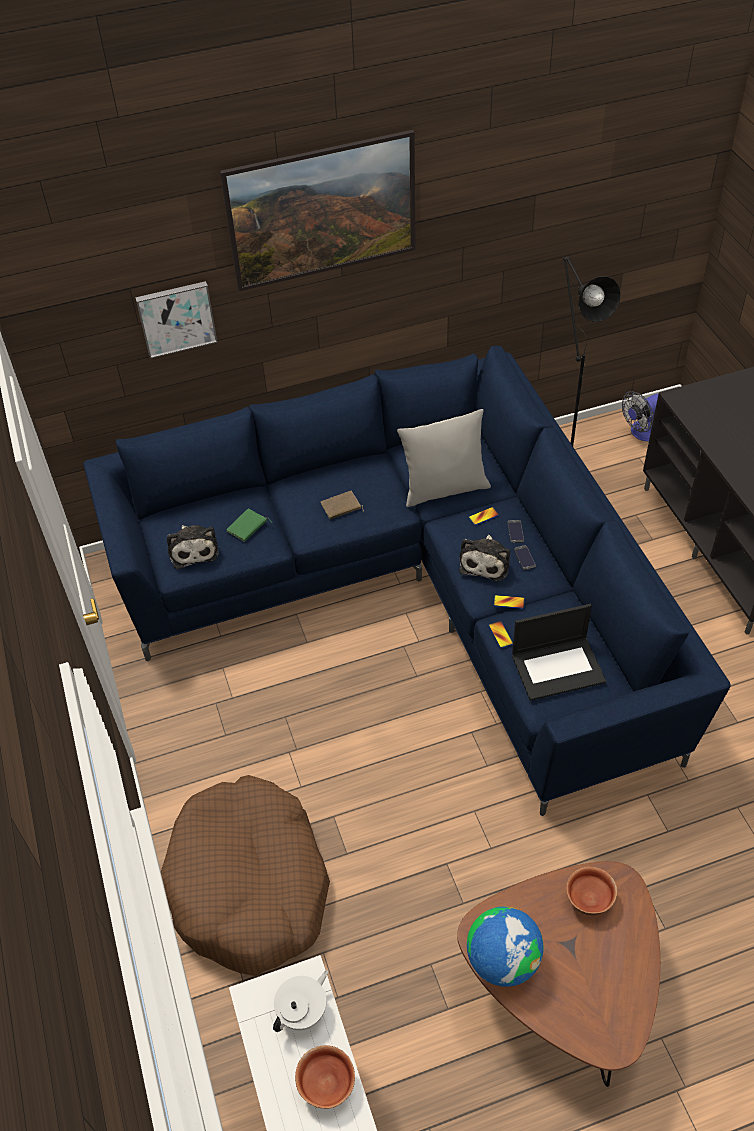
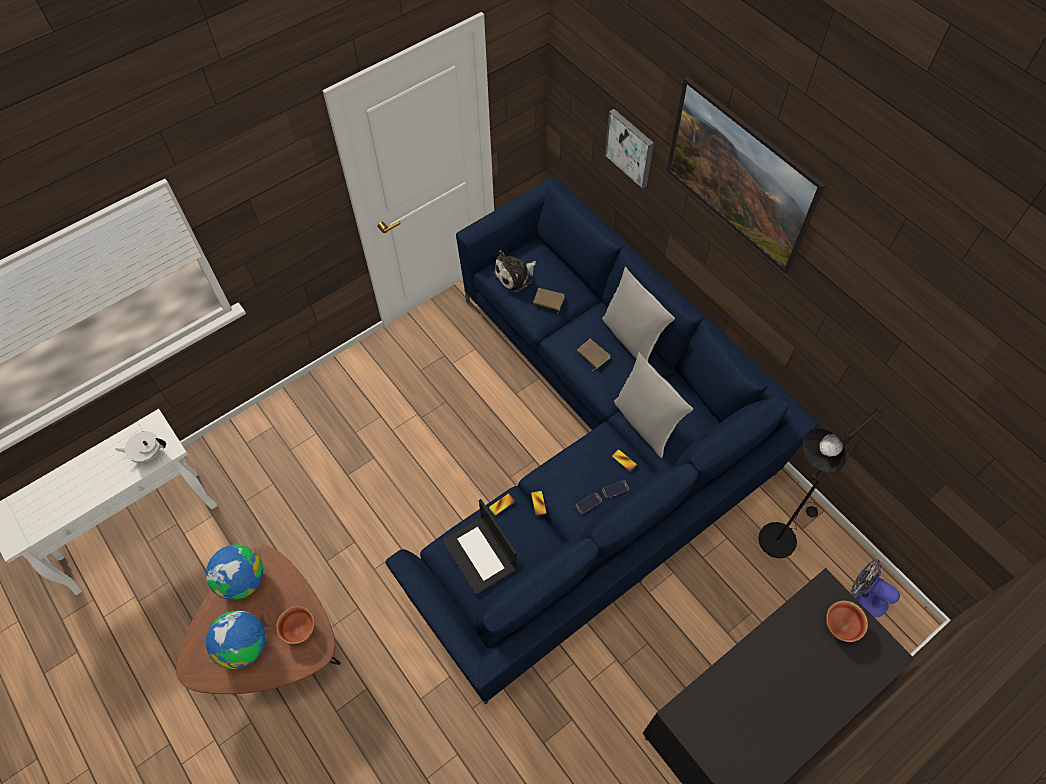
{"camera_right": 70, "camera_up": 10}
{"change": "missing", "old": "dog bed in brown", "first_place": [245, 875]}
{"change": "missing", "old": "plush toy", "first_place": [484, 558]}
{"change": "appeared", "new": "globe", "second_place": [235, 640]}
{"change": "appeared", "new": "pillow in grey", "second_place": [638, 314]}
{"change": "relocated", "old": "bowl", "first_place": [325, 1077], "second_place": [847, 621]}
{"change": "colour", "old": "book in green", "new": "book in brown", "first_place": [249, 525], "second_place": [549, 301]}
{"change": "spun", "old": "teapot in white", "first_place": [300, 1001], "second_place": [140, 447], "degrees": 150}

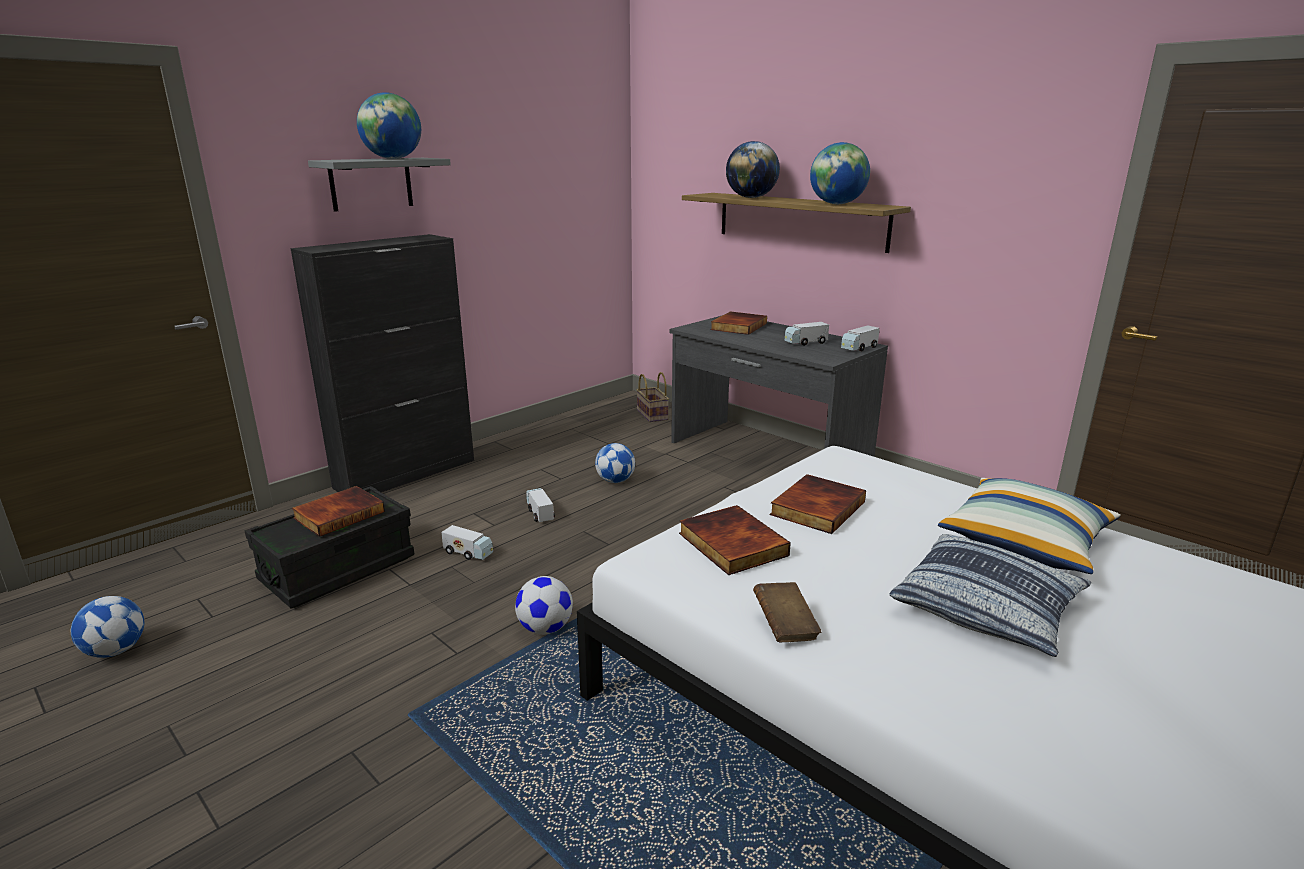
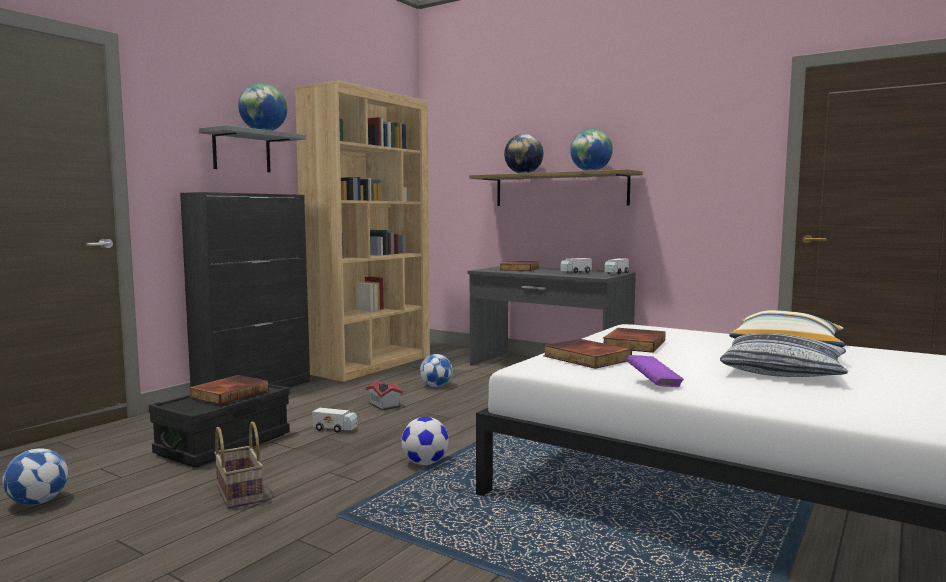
{"camera_right": -10, "camera_up": -15}
{"change": "appeared", "new": "bookcase in brown", "second_place": [362, 231]}
{"change": "relocated", "old": "basket", "first_place": [652, 397], "second_place": [238, 465]}
{"change": "exchanged", "old": "toy truck", "new": "toy house", "first_place": [540, 505], "second_place": [384, 395]}
{"change": "colour", "old": "book in brown", "new": "book in purple", "first_place": [787, 612], "second_place": [655, 371]}

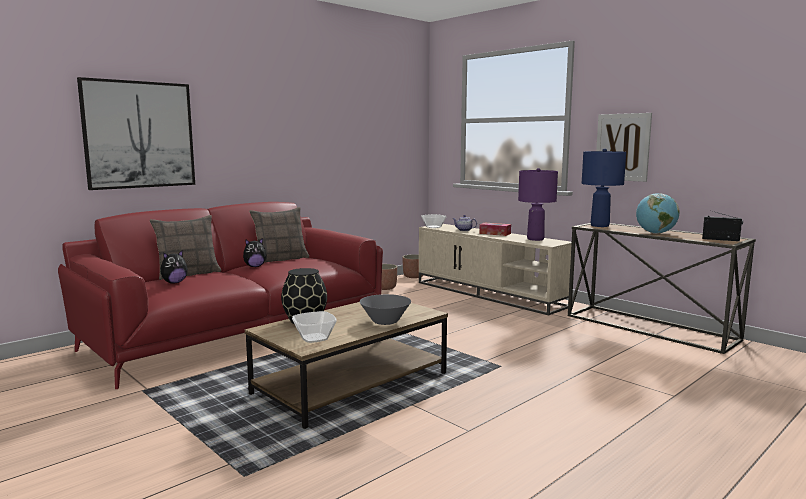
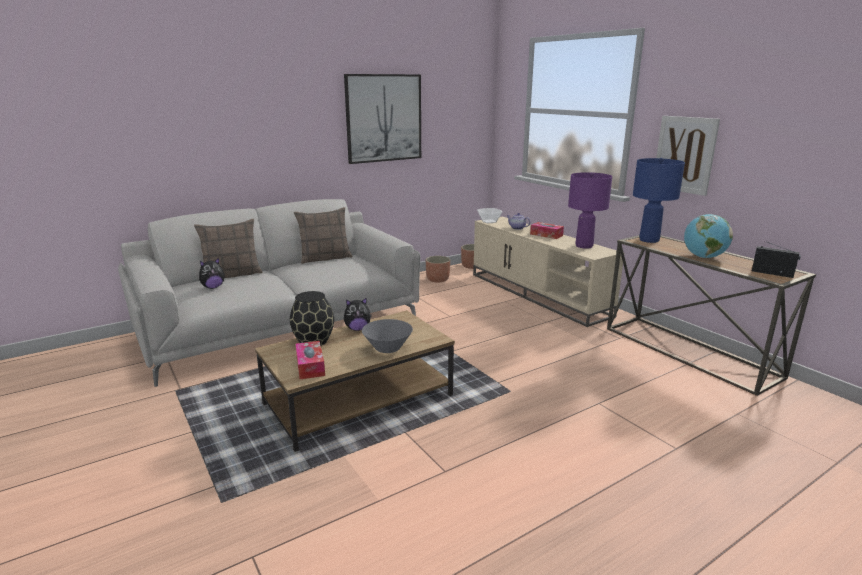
{"camera_right": 10, "camera_up": 10}
{"change": "relocated", "old": "picture", "first_place": [136, 133], "second_place": [382, 119]}
{"change": "relocated", "old": "plush toy", "first_place": [255, 252], "second_place": [358, 314]}
{"change": "exchanged", "old": "bowl", "new": "tissue box", "first_place": [314, 327], "second_place": [310, 360]}
{"change": "colour", "old": "sofa in red", "new": "sofa in grey", "first_place": [220, 295], "second_place": [269, 293]}

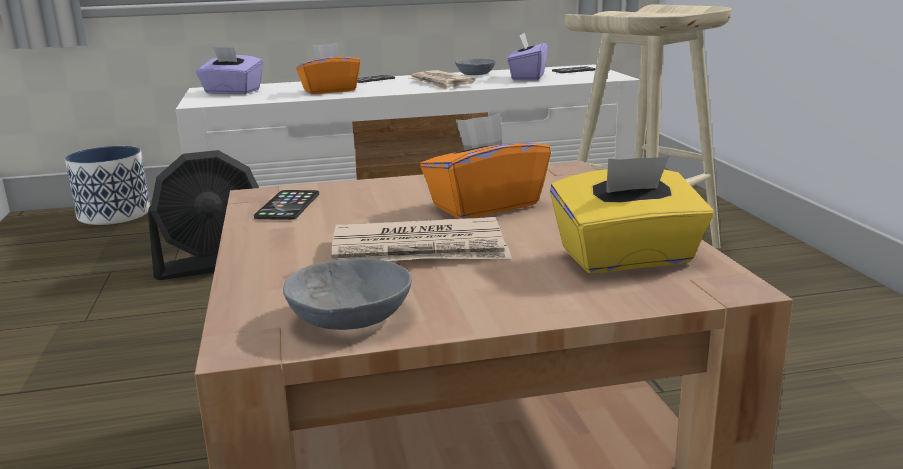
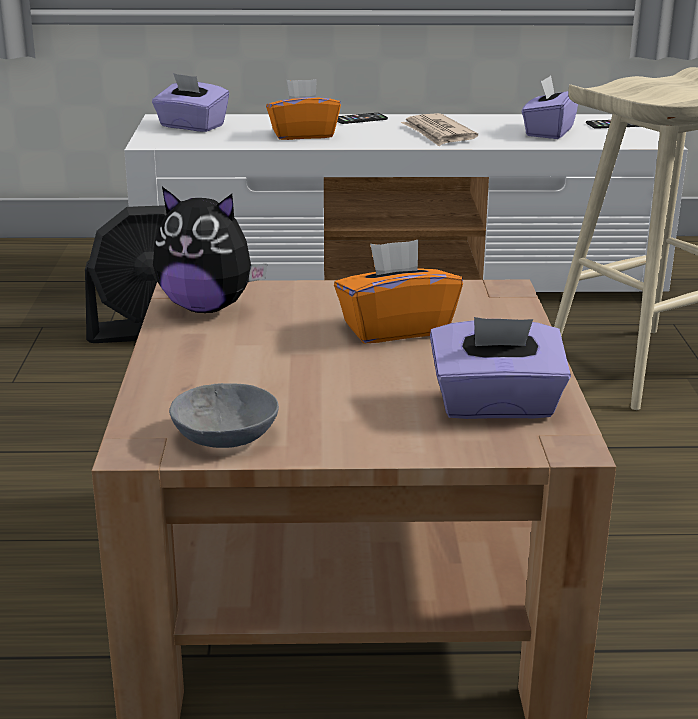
{"camera_right": 10, "camera_up": 5}
{"change": "missing", "old": "planter", "first_place": [107, 185]}
{"change": "missing", "old": "newspaper", "first_place": [421, 239]}
{"change": "missing", "old": "bowl in grey", "first_place": [475, 67]}
{"change": "exchanged", "old": "phone", "new": "plush toy", "first_place": [286, 205], "second_place": [210, 250]}
{"change": "colour", "old": "tissue box in yellow", "new": "tissue box in purple", "first_place": [631, 214], "second_place": [500, 368]}

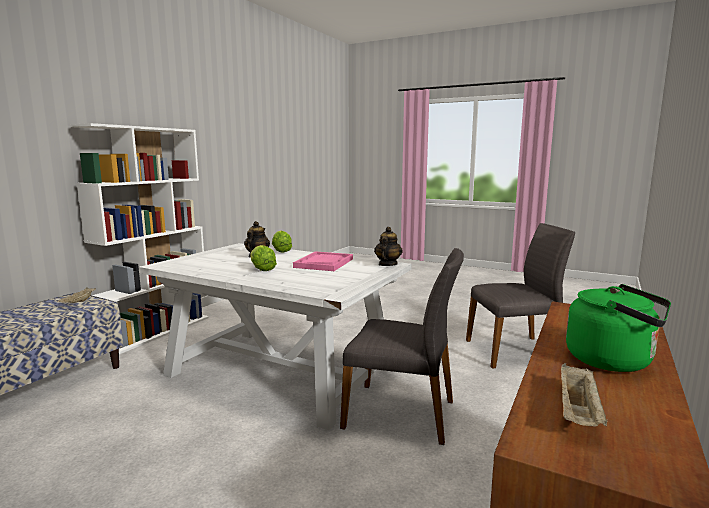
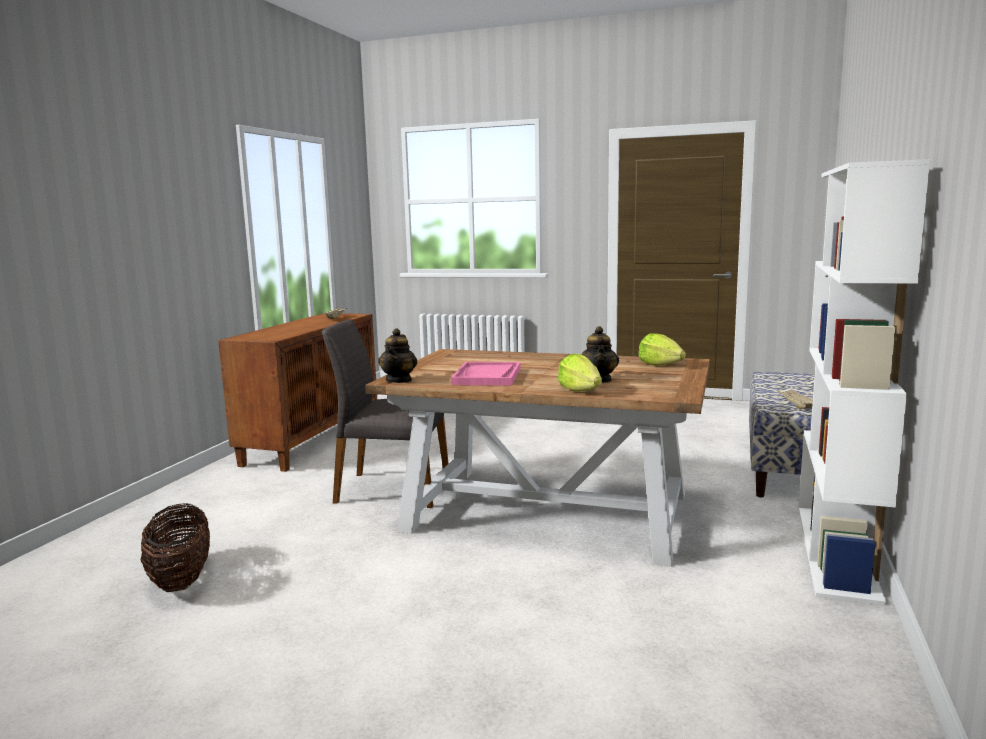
{"camera_right": 170, "camera_up": 0}
{"change": "missing", "old": "kettle in green", "first_place": [618, 328]}
{"change": "relocated", "old": "lettuce", "first_place": [263, 258], "second_place": [662, 349]}
{"change": "exchanged", "old": "chair in grey", "new": "basket", "first_place": [520, 295], "second_place": [175, 547]}
{"change": "colour", "old": "dining table in white", "new": "dining table in brown", "first_place": [275, 336], "second_place": [537, 457]}

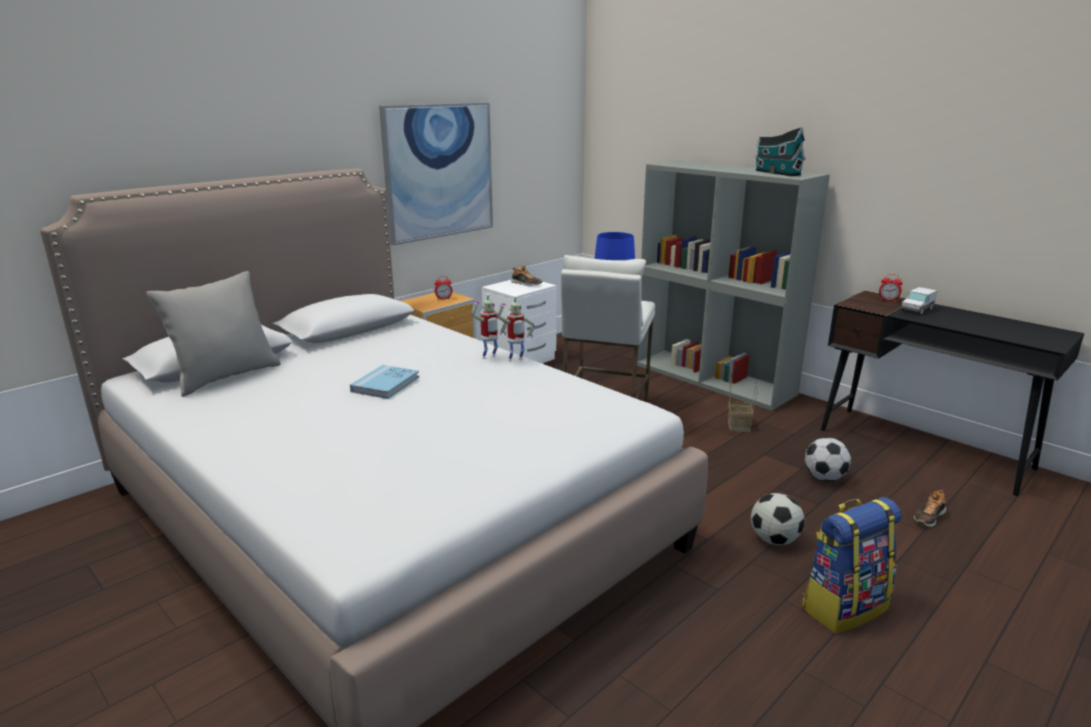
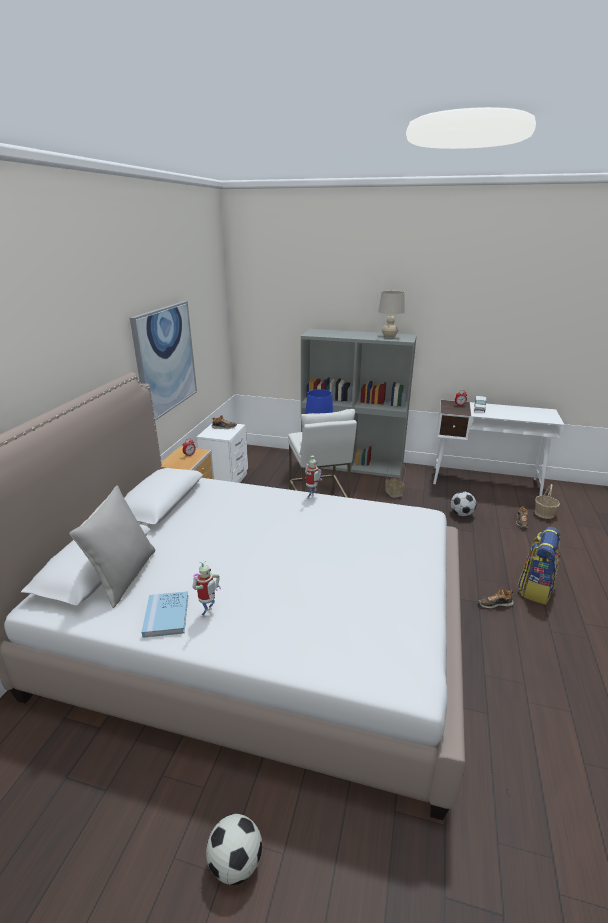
{"camera_right": -30, "camera_up": 5}
{"change": "appeared", "new": "shoe", "second_place": [496, 598]}
{"change": "appeared", "new": "basket", "second_place": [547, 501]}
{"change": "relocated", "old": "book in blue", "first_place": [384, 382], "second_place": [165, 614]}
{"change": "relocated", "old": "toy robot", "first_place": [489, 326], "second_place": [207, 589]}
{"change": "relocated", "old": "football", "first_place": [778, 519], "second_place": [234, 849]}
{"change": "exchanged", "old": "toy house", "new": "table lamp in beige", "first_place": [780, 151], "second_place": [392, 314]}
{"change": "colour", "old": "desk in black", "new": "desk in white", "first_place": [952, 393], "second_place": [499, 448]}

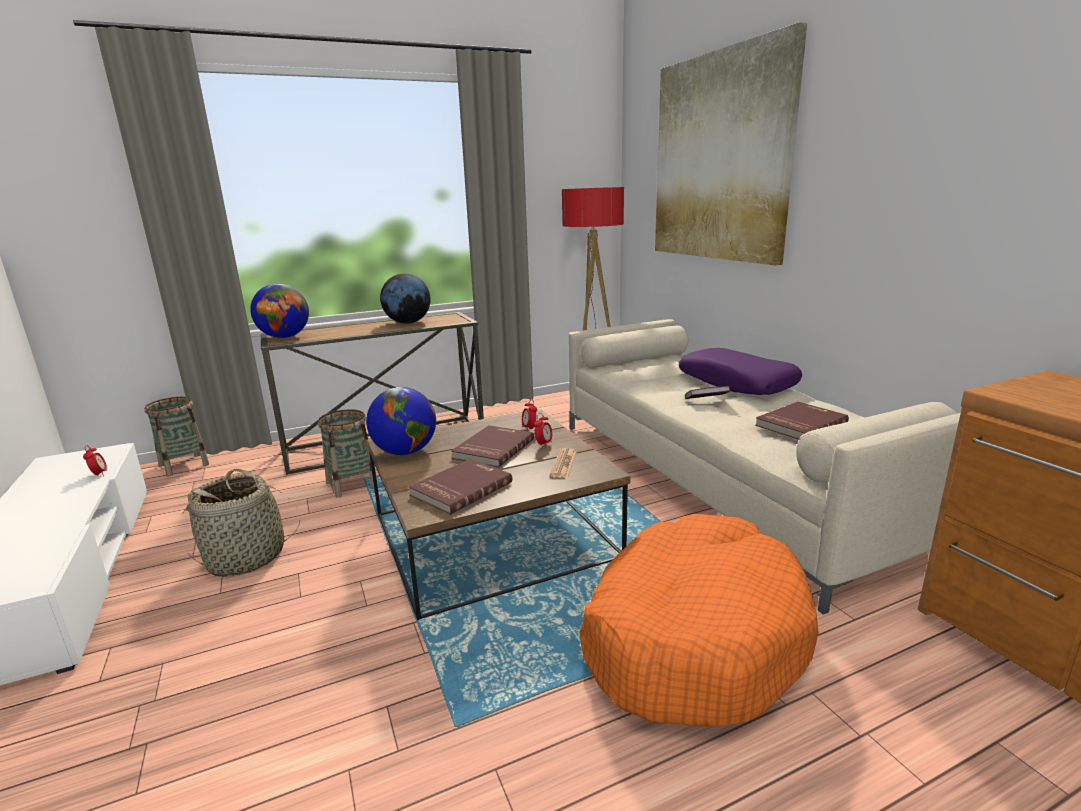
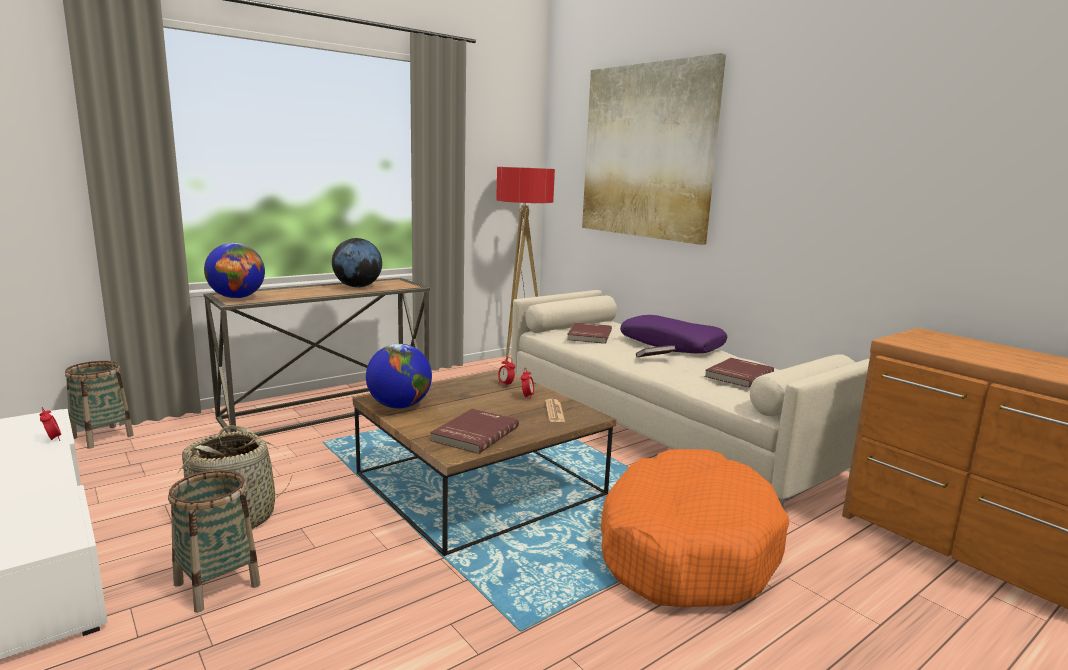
{"camera_right": -15, "camera_up": -5}
{"change": "relocated", "old": "basket", "first_place": [348, 453], "second_place": [214, 541]}
{"change": "relocated", "old": "book in red", "first_place": [492, 446], "second_place": [589, 333]}

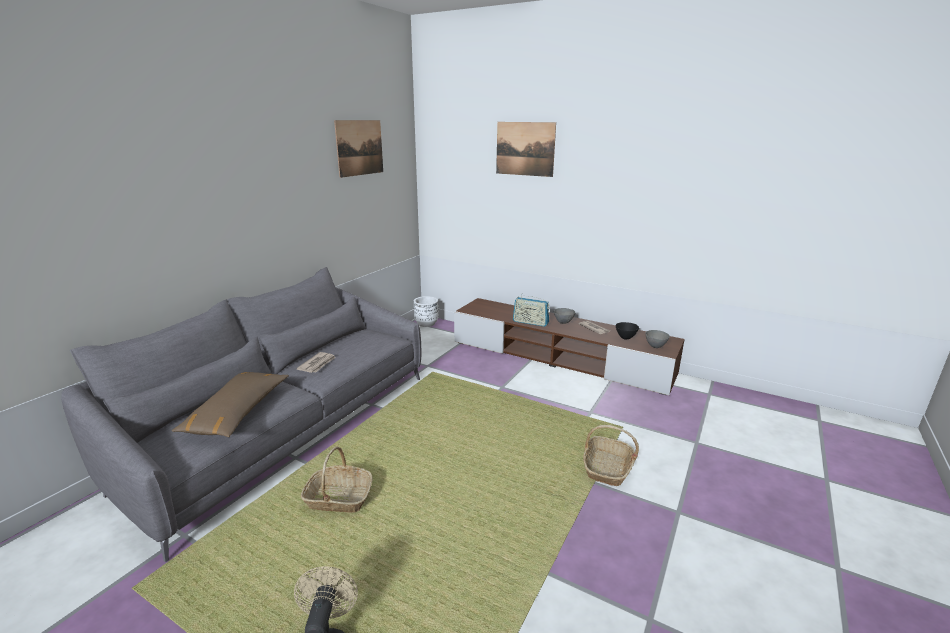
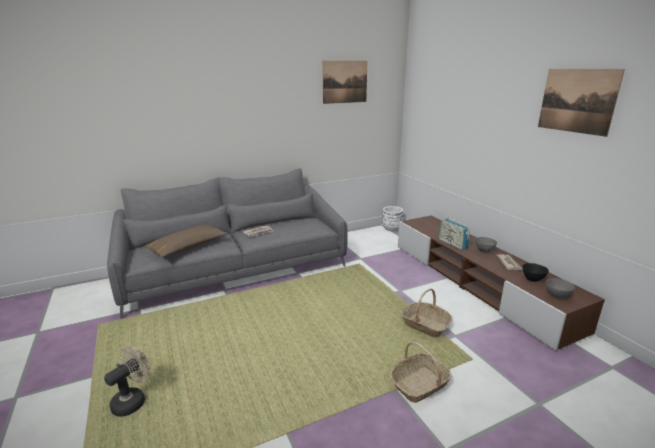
{"camera_right": 35, "camera_up": 0}
{"change": "relocated", "old": "basket", "first_place": [337, 480], "second_place": [426, 313]}
{"change": "relocated", "old": "picture", "first_place": [526, 149], "second_place": [581, 103]}

